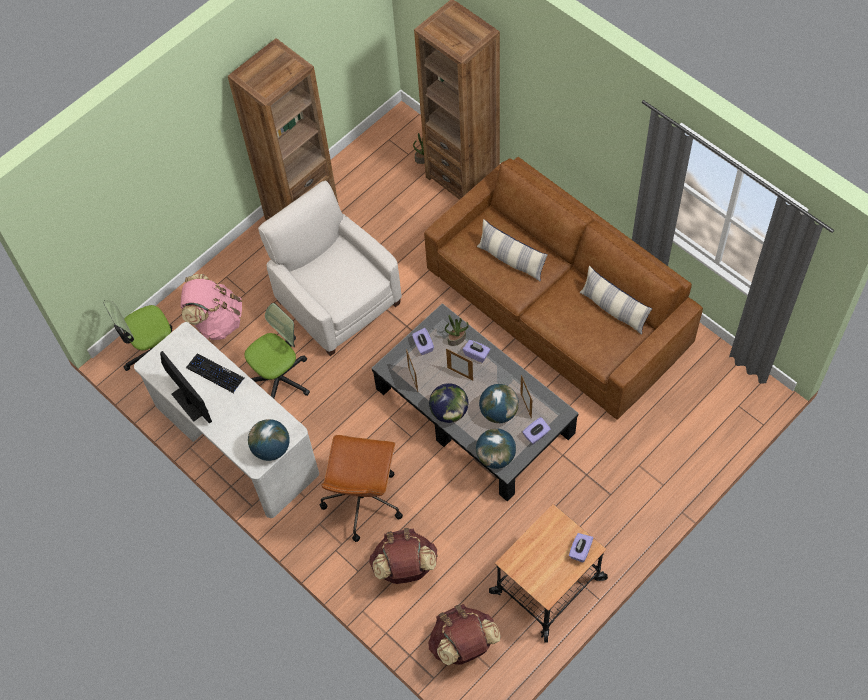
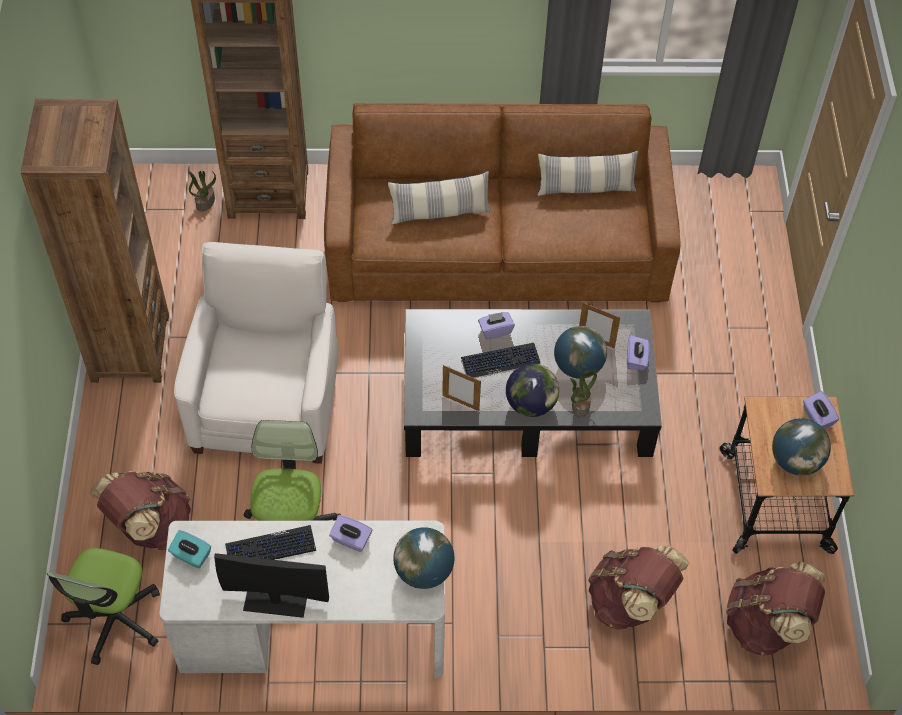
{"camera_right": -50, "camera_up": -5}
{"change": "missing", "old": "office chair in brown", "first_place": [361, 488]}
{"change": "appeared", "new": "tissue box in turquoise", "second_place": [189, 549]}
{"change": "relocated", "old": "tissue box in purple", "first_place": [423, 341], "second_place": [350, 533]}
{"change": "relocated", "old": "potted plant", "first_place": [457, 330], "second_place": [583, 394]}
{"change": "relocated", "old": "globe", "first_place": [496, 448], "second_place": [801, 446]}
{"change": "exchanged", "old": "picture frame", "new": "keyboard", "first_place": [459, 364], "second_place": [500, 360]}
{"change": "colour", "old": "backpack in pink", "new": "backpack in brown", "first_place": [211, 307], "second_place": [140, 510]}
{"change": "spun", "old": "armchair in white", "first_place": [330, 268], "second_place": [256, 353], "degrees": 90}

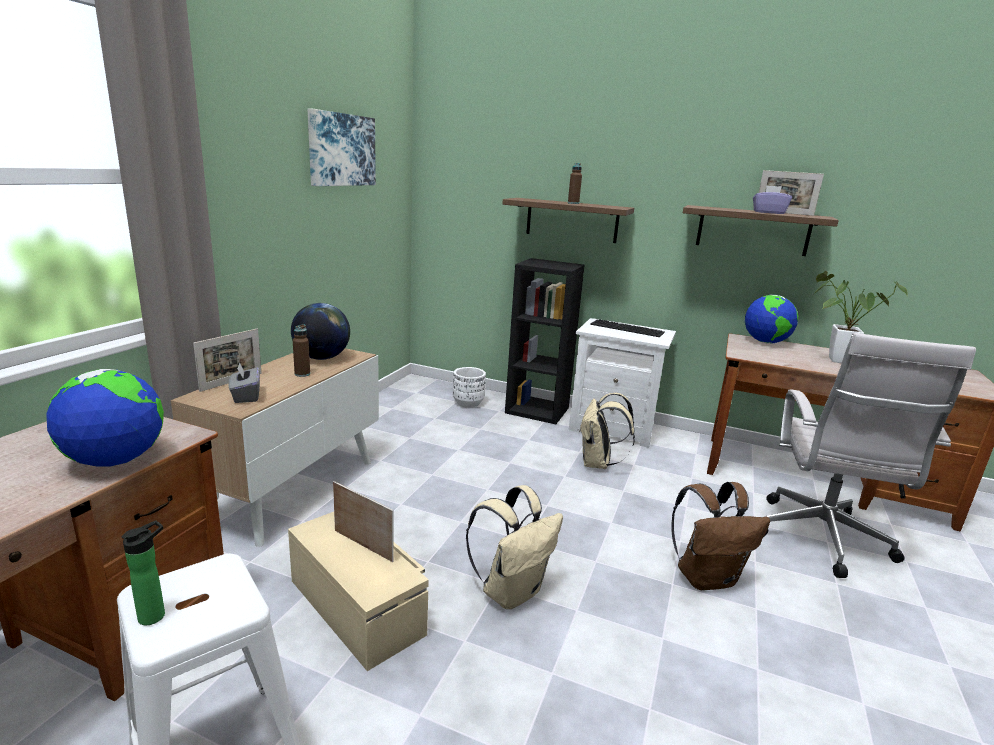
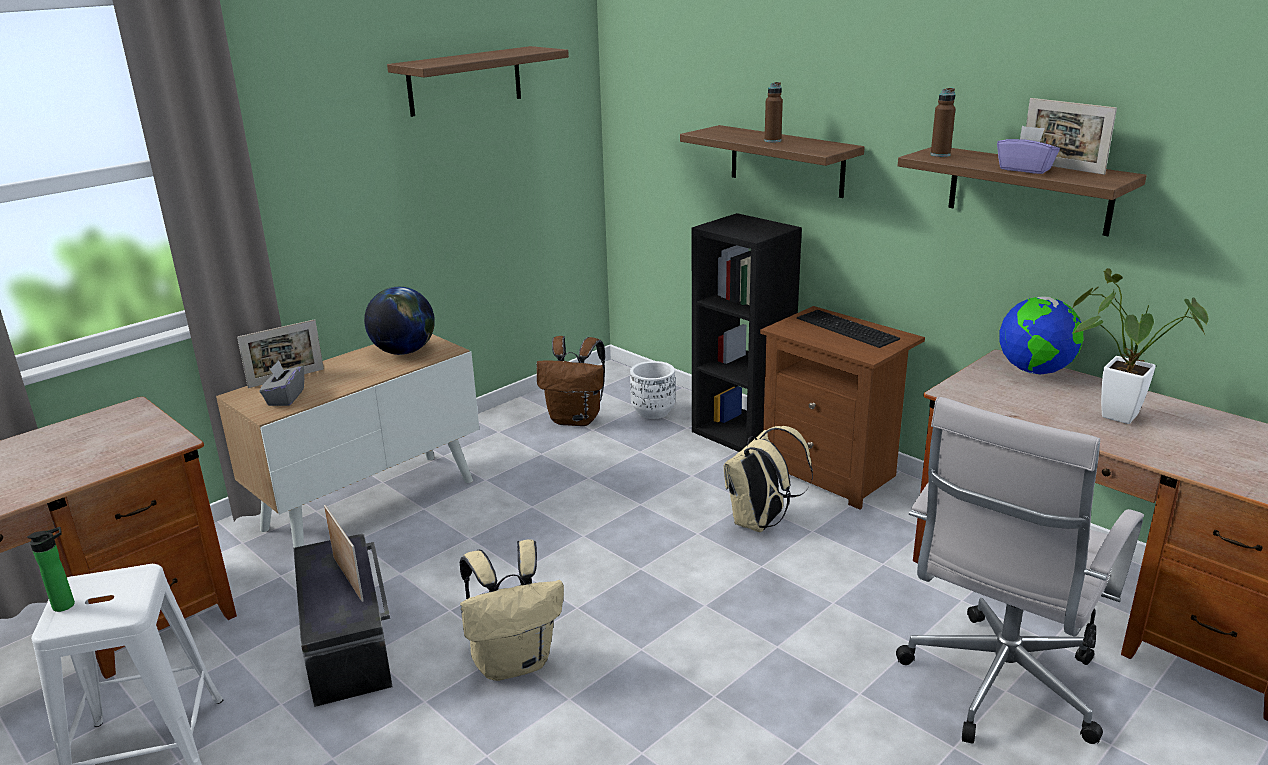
{"camera_right": 25, "camera_up": 5}
{"change": "missing", "old": "globe", "first_place": [105, 418]}
{"change": "relocated", "old": "bottle in brown", "first_place": [301, 351], "second_place": [943, 122]}
{"change": "relocated", "old": "backpack in brown", "first_place": [721, 536], "second_place": [570, 381]}
{"change": "exchanged", "old": "picture", "new": "shelf", "first_place": [342, 147], "second_place": [478, 81]}
{"change": "colour", "old": "storage box in beige", "new": "storage box in black", "first_place": [358, 591], "second_place": [343, 620]}
{"change": "colour", "old": "nightstand in white", "new": "nightstand in brown", "first_place": [622, 383], "second_place": [842, 408]}

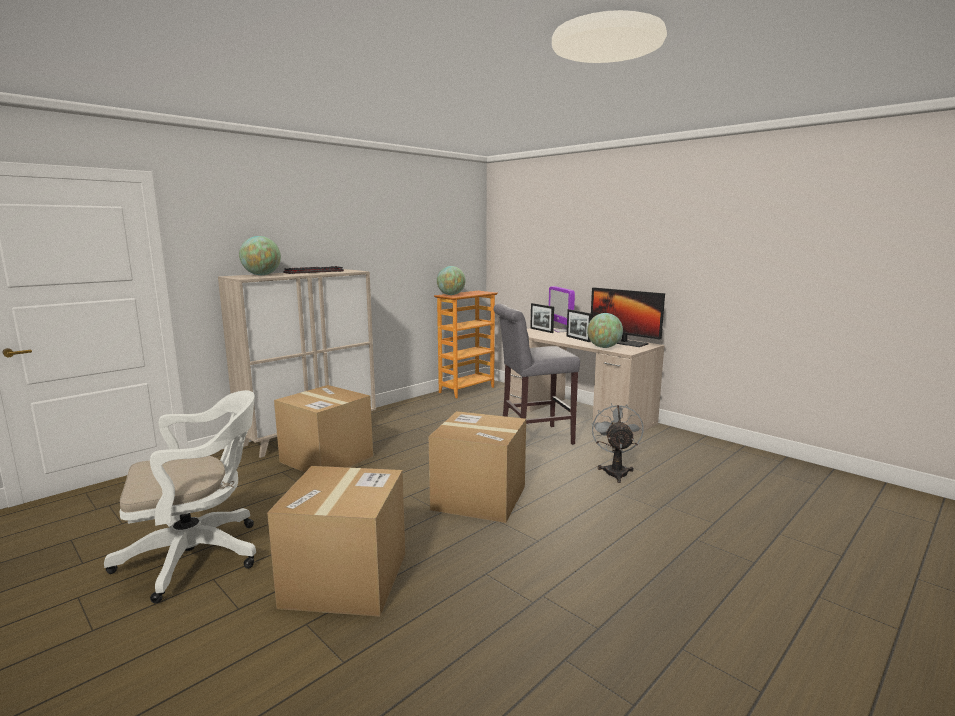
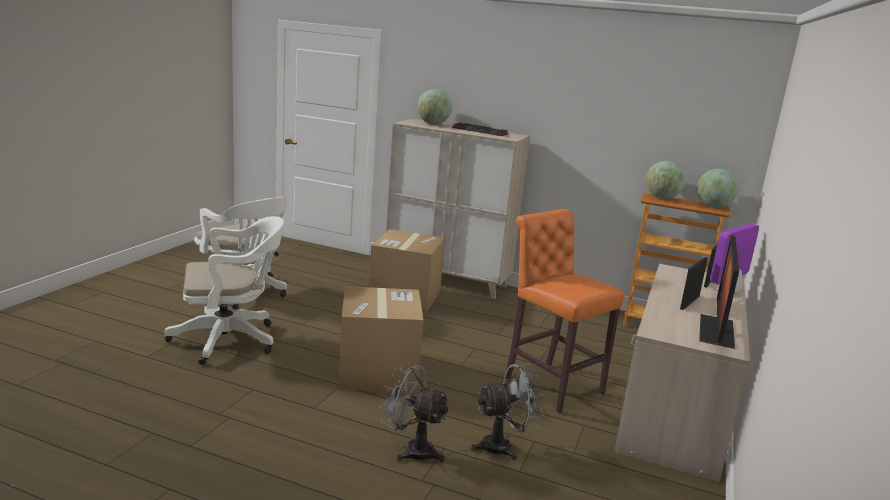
{"camera_right": 65, "camera_up": 5}
{"change": "appeared", "new": "fan in grey", "second_place": [415, 412]}
{"change": "relocated", "old": "globe", "first_place": [605, 330], "second_place": [718, 188]}
{"change": "exchanged", "old": "cardboard box", "new": "office chair in white", "first_place": [336, 541], "second_place": [224, 290]}
{"change": "colour", "old": "stool in grey", "new": "stool in orange", "first_place": [537, 374], "second_place": [565, 311]}

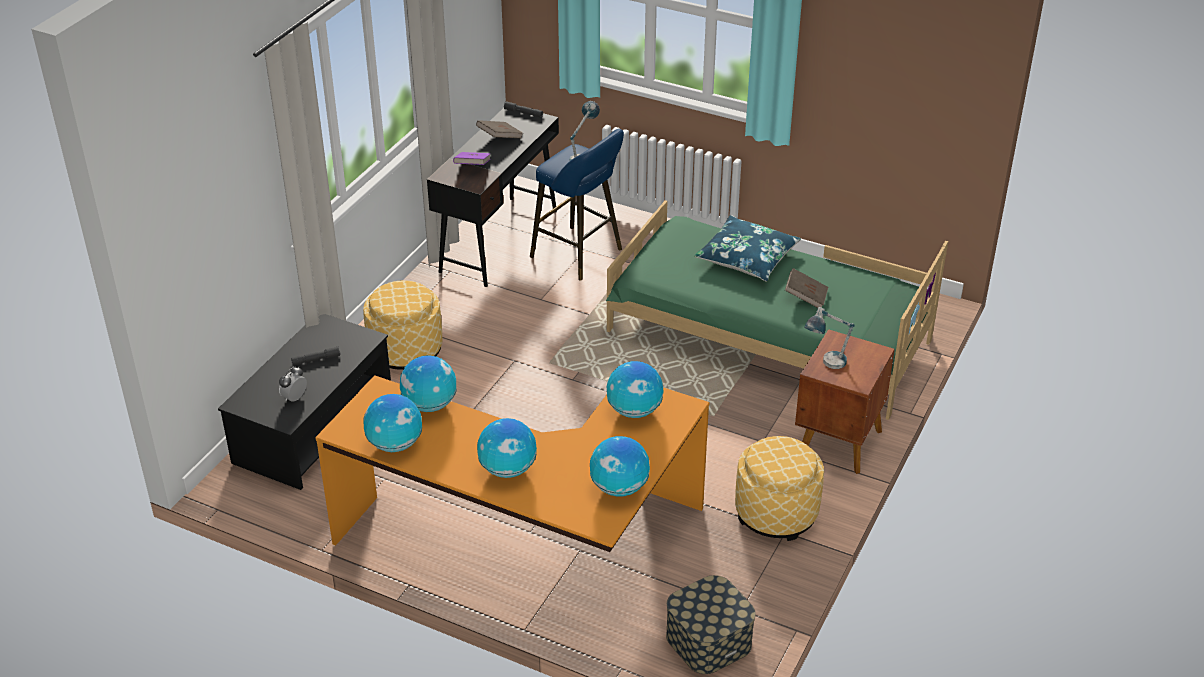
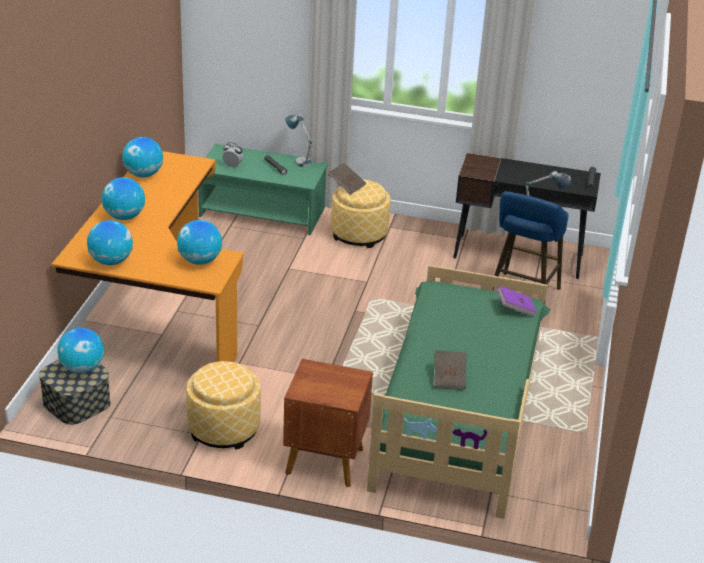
{"camera_right": 75, "camera_up": -5}
{"change": "missing", "old": "pillow in blue", "first_place": [747, 248]}
{"change": "relocated", "old": "globe", "first_place": [428, 383], "second_place": [80, 350]}
{"change": "relocated", "old": "book in purple", "first_place": [472, 158], "second_place": [517, 301]}
{"change": "relocated", "old": "book in brown", "first_place": [499, 129], "second_place": [347, 179]}
{"change": "relocated", "old": "table lamp", "first_place": [829, 338], "second_place": [298, 140]}
{"change": "colour", "old": "coffee table in black", "new": "coffee table in green", "first_place": [304, 402], "second_place": [263, 189]}

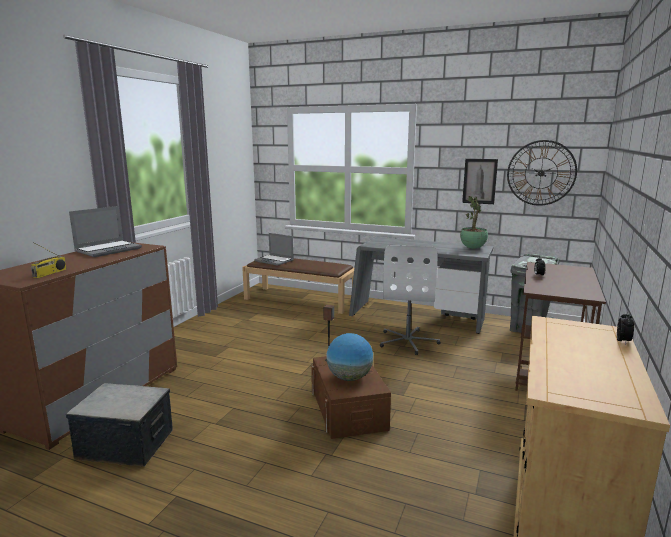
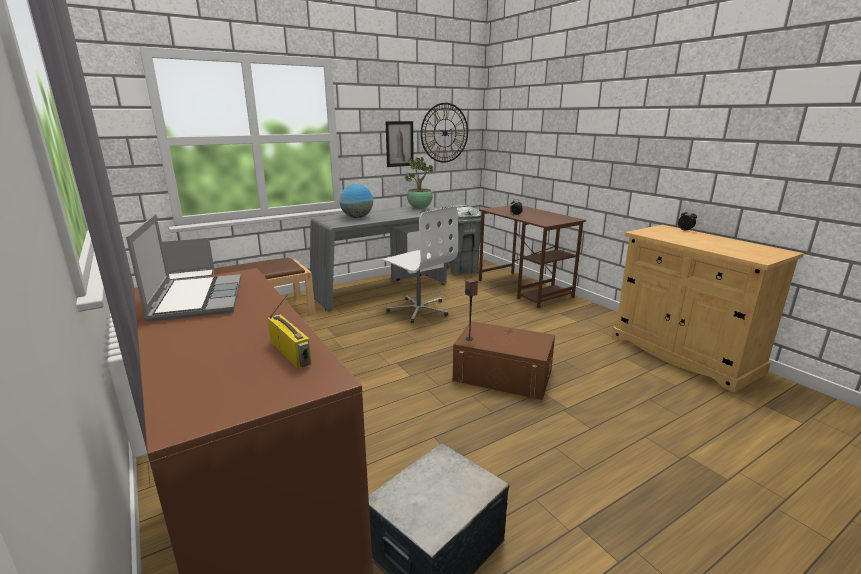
{"camera_right": -55, "camera_up": 5}
{"change": "relocated", "old": "globe", "first_place": [349, 357], "second_place": [356, 201]}

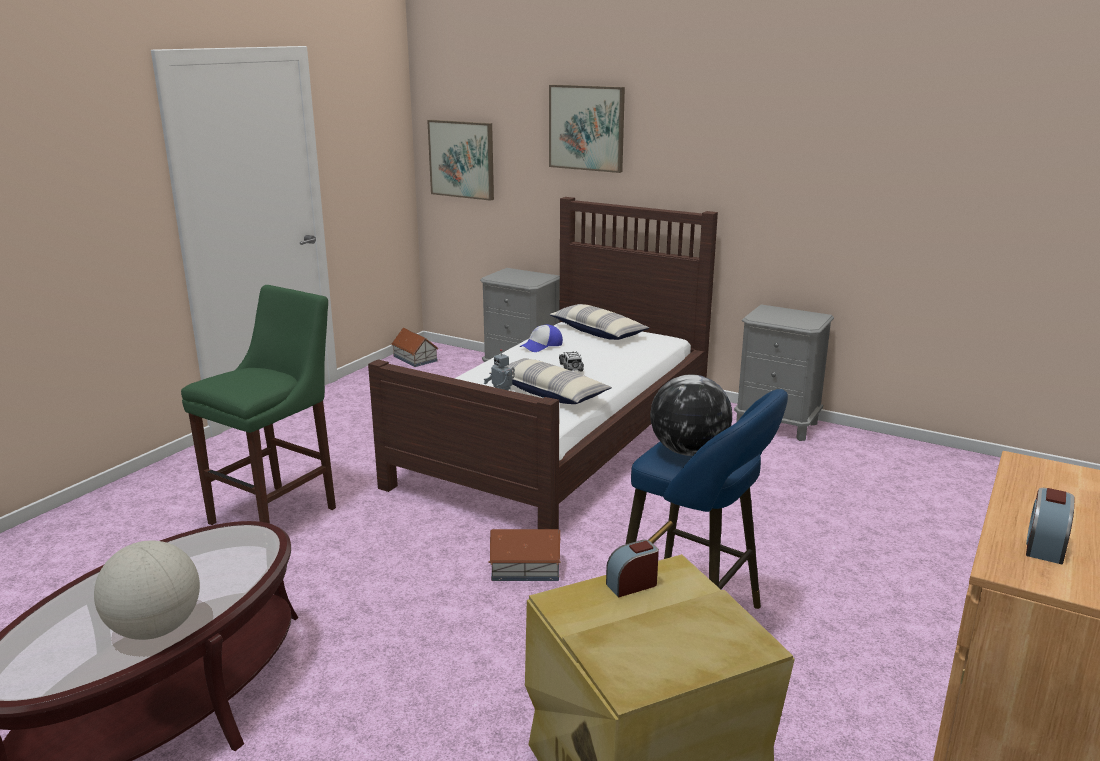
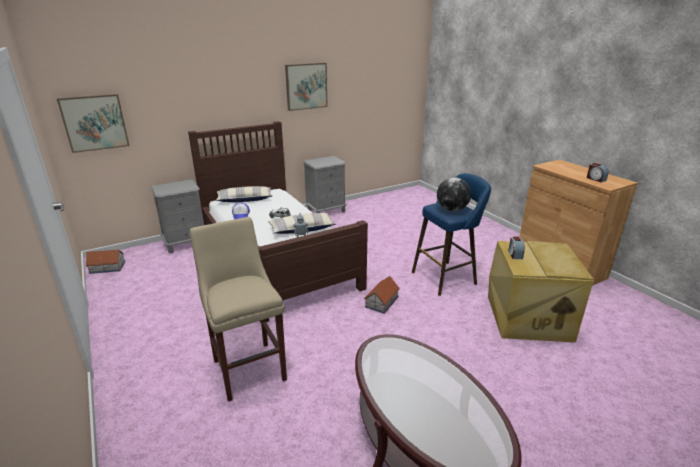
{"camera_right": -60, "camera_up": 5}
{"change": "missing", "old": "globe", "first_place": [147, 590]}
{"change": "relocated", "old": "picture", "first_place": [587, 129], "second_place": [306, 87]}
{"change": "colour", "old": "stool in green", "new": "stool in beige", "first_place": [258, 405], "second_place": [238, 309]}

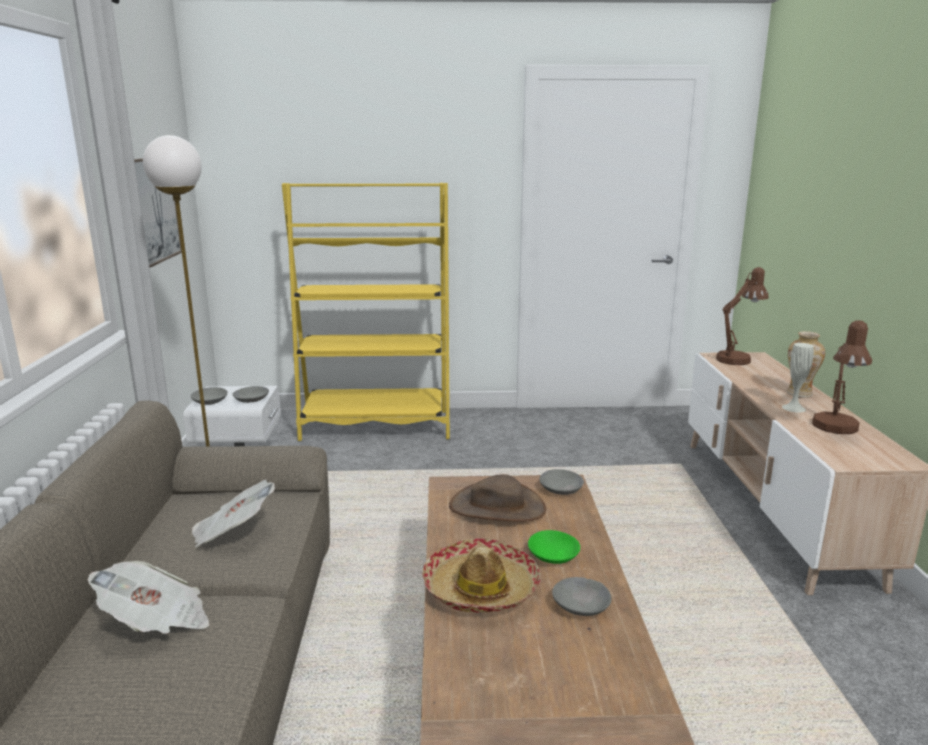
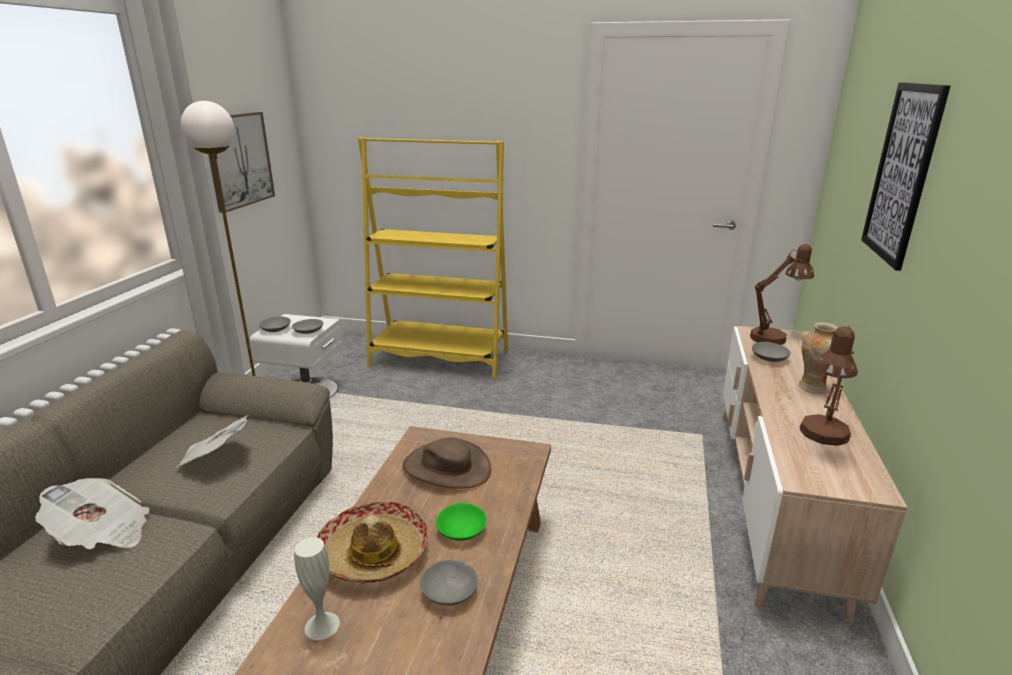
{"camera_right": 15, "camera_up": 5}
{"change": "appeared", "new": "picture", "second_place": [905, 176]}
{"change": "relocated", "old": "bowl in grey", "first_place": [562, 482], "second_place": [771, 352]}
{"change": "relocated", "old": "vase in white", "first_place": [798, 377], "second_place": [317, 588]}

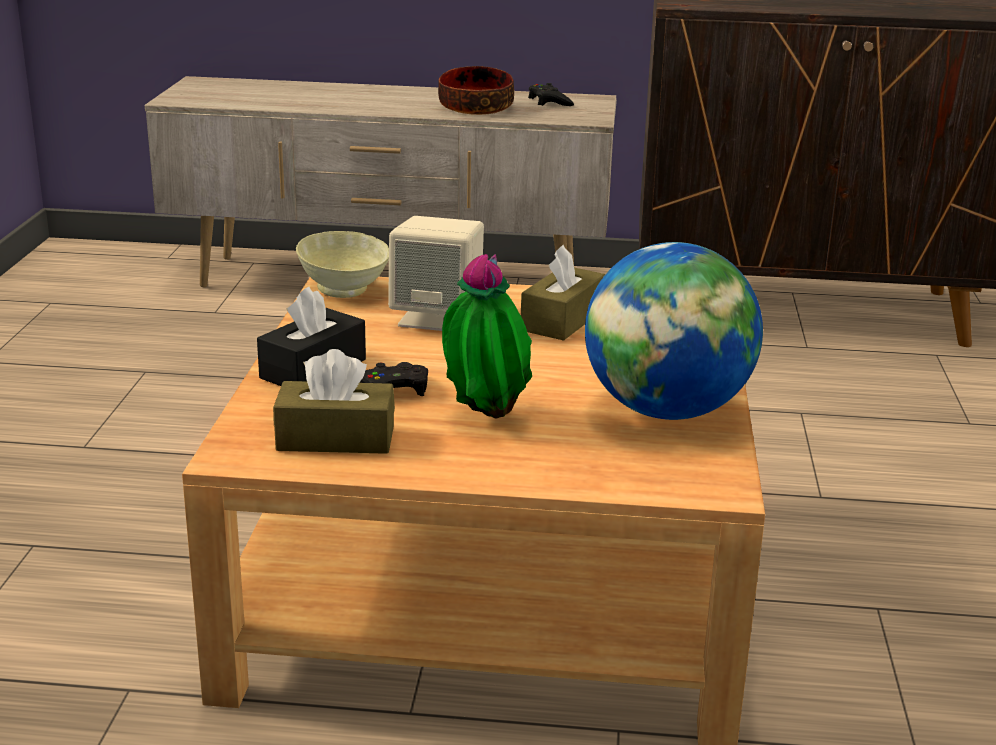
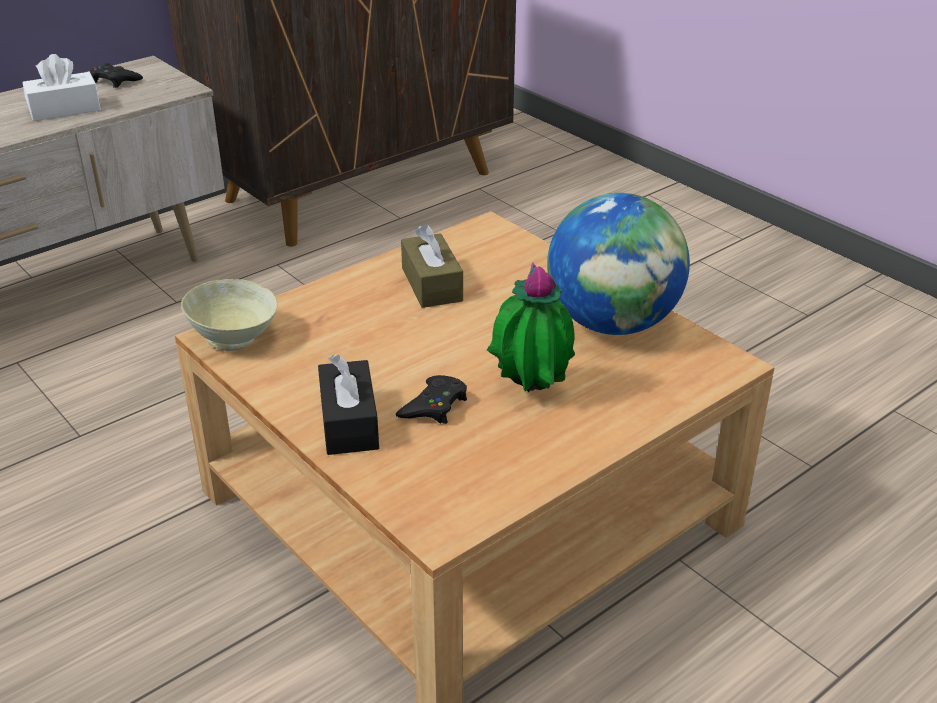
{"camera_right": -45, "camera_up": 10}
{"change": "missing", "old": "tissue box in brown", "first_place": [334, 401]}
{"change": "missing", "old": "speaker in beige", "first_place": [436, 273]}
{"change": "exchanged", "old": "bowl", "new": "tissue box in white", "first_place": [476, 90], "second_place": [61, 87]}

